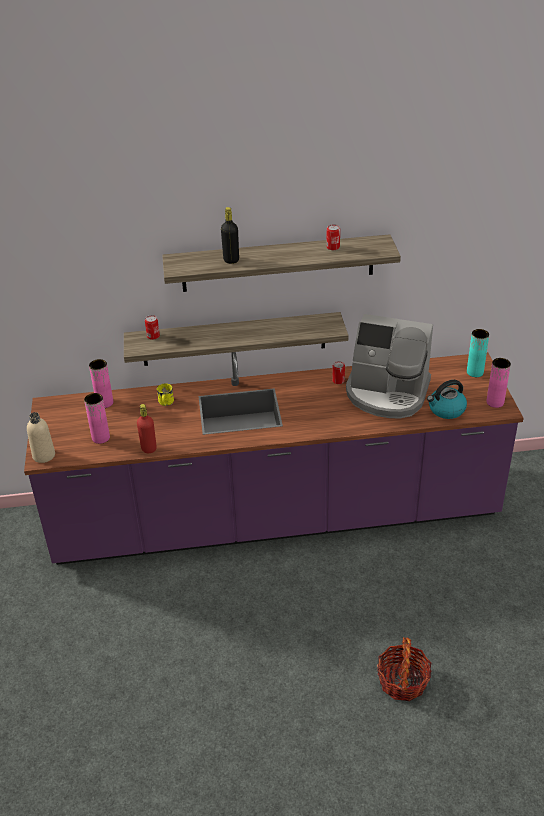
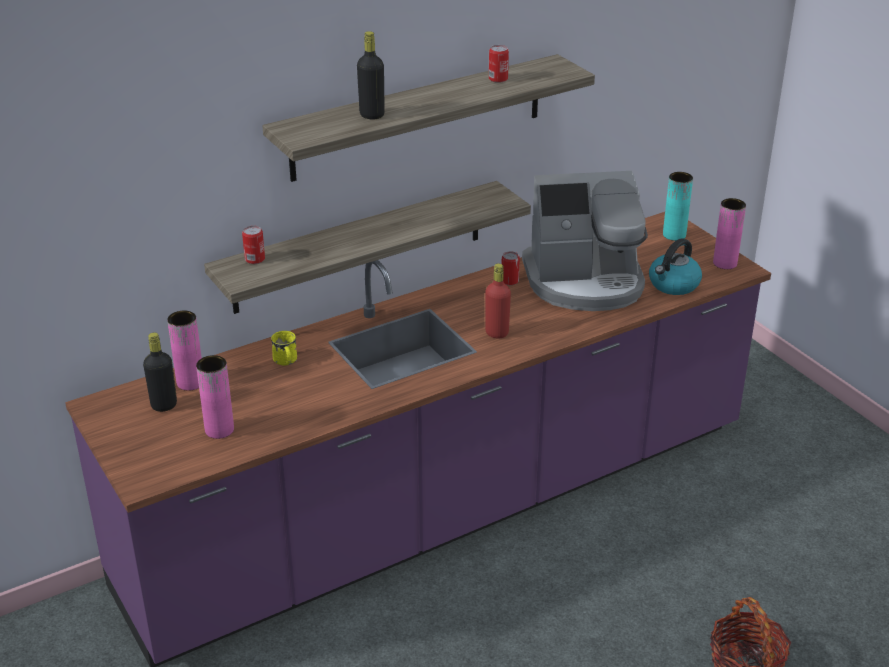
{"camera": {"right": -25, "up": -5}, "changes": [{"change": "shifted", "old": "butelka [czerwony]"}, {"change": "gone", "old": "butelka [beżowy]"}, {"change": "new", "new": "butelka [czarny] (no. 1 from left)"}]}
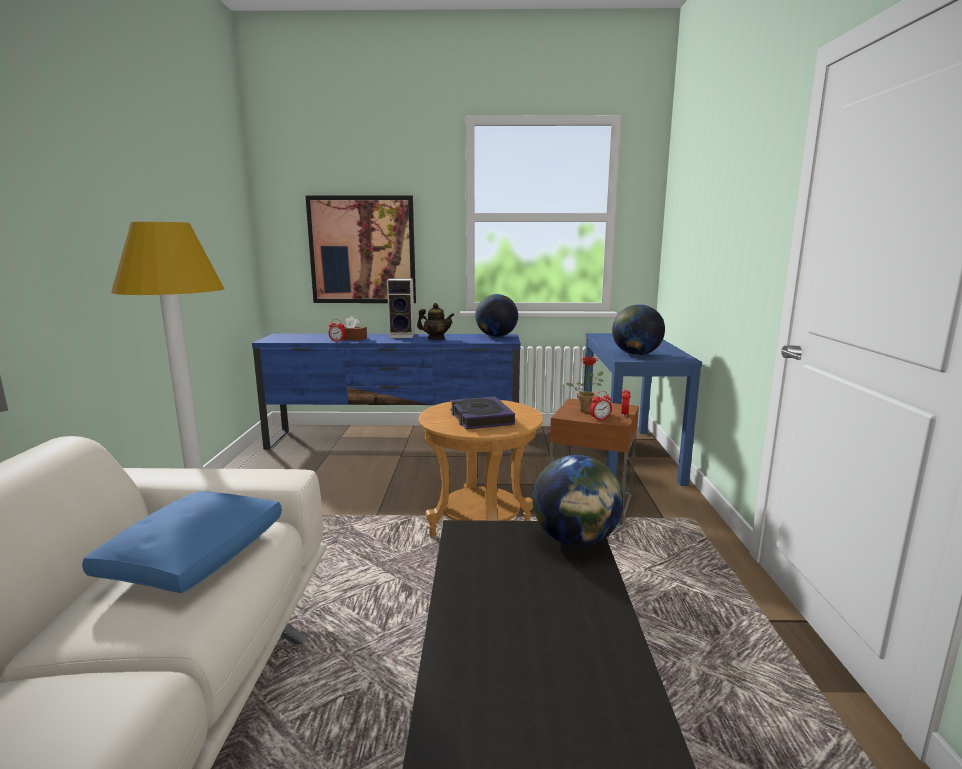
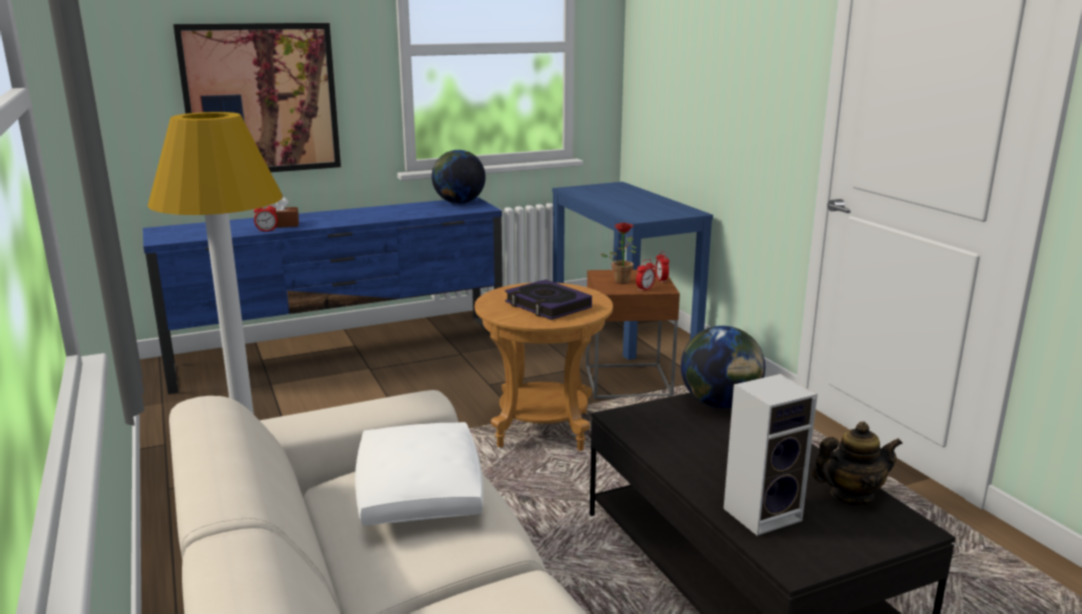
{"camera": {"right": -25, "up": 5}, "changes": [{"change": "shifted", "old": "głośnik"}, {"change": "shifted", "old": "imbryk"}, {"change": "gone", "old": "globus (no. 3 from left)"}, {"change": "repainted", "old": "poduszka [niebieski]", "new": "poduszka [biały]"}]}
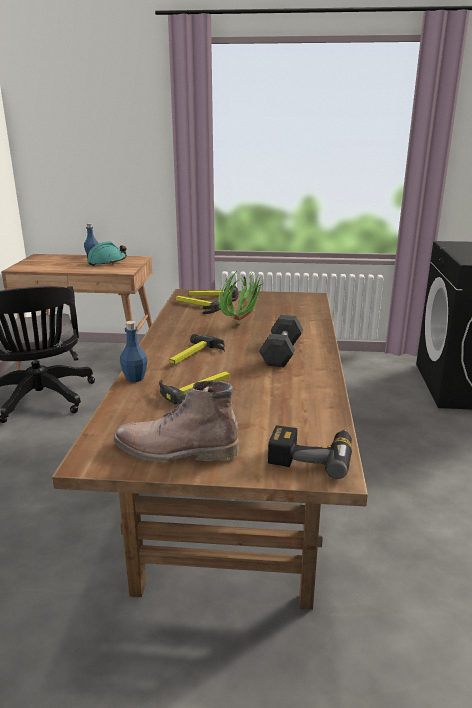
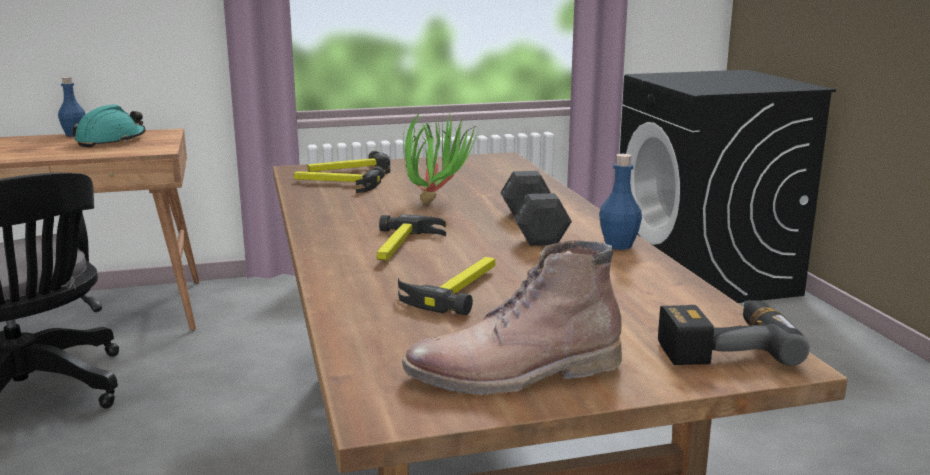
{"camera": {"right": -20, "up": -5}, "changes": [{"change": "shifted", "old": "butelka [niebieski] (no. 2 from left)"}]}
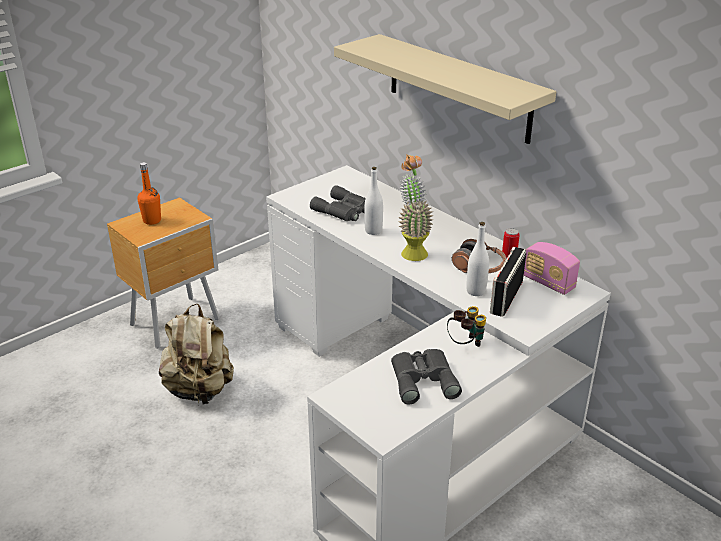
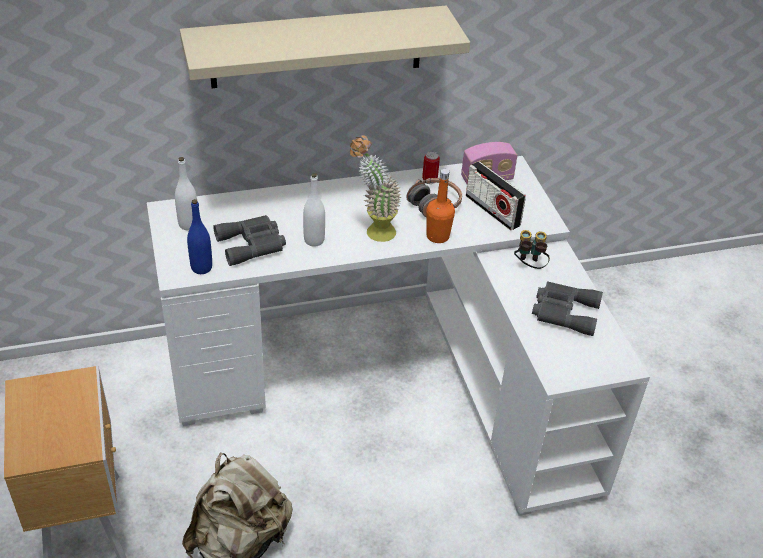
{"camera": {"right": -65, "up": 10}, "changes": [{"change": "shifted", "old": "butelka [pomarańczowy]"}, {"change": "shifted", "old": "butelka [biały] (no. 2 from left in the first image)", "new": "butelka [biały] (no. 1 from left)"}, {"change": "new", "new": "butelka [niebieski]"}]}
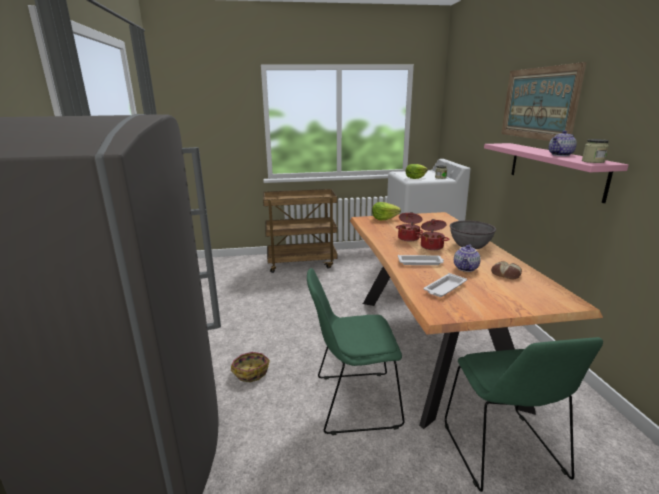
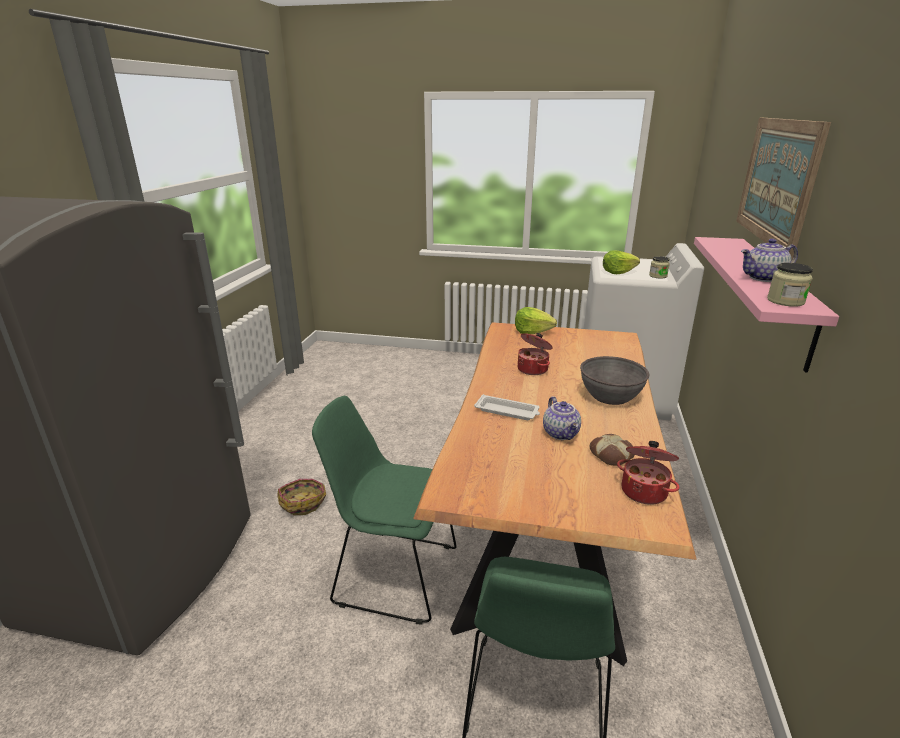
{"camera": {"right": 20, "up": 5}, "changes": [{"change": "gone", "old": "wózek [brązowy]"}, {"change": "shifted", "old": "garnek (no. 2 from left)"}, {"change": "rotated", "old": "imbryk (no. 1 from left)", "degrees": -60}, {"change": "gone", "old": "taca [biały] (no. 2 from left)"}]}
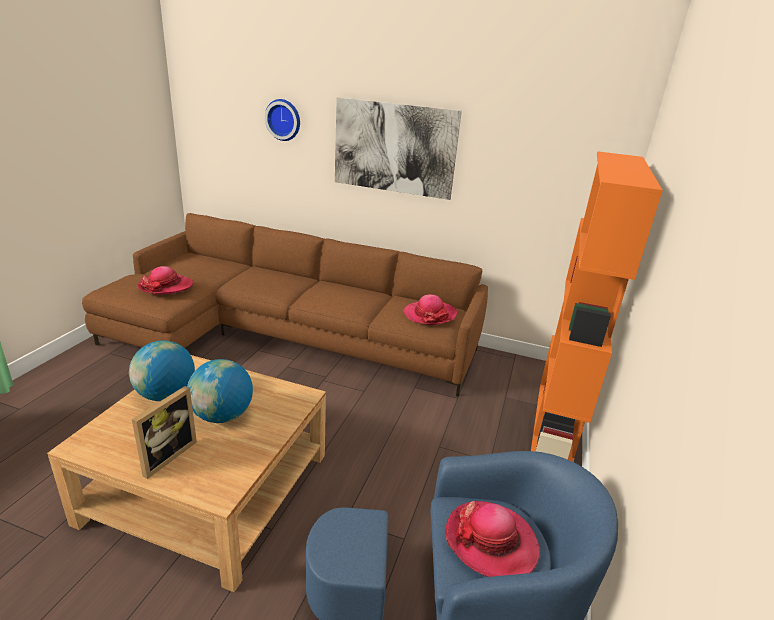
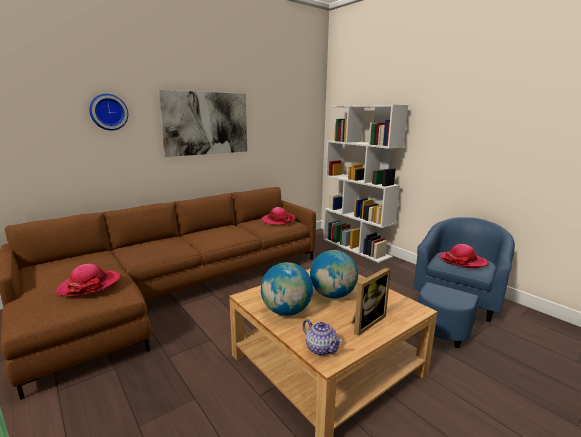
{"camera": {"right": -55, "up": -10}, "changes": [{"change": "repainted", "old": "regał [pomarańczowy]", "new": "regał [biały]"}, {"change": "rotated", "old": "ramka na zdjęcie", "degrees": 75}, {"change": "new", "new": "imbryk"}]}
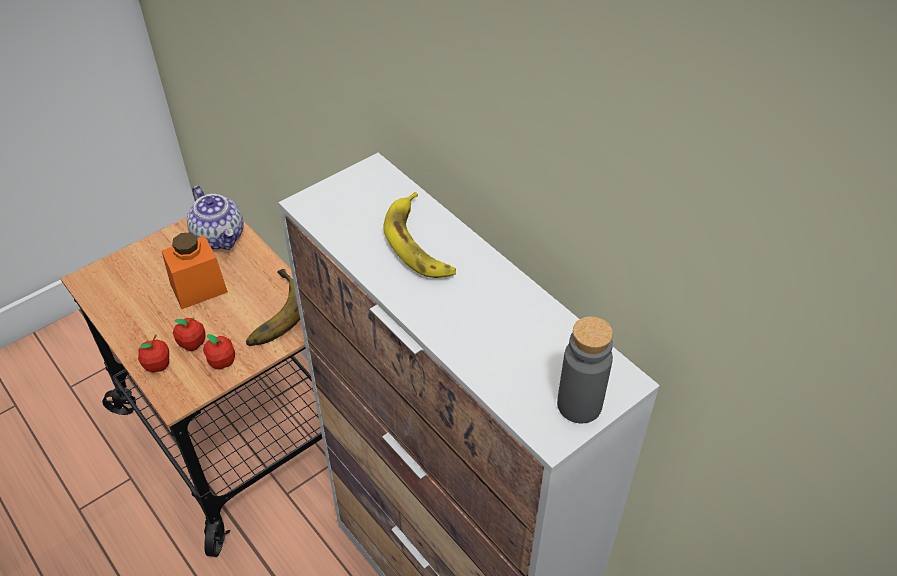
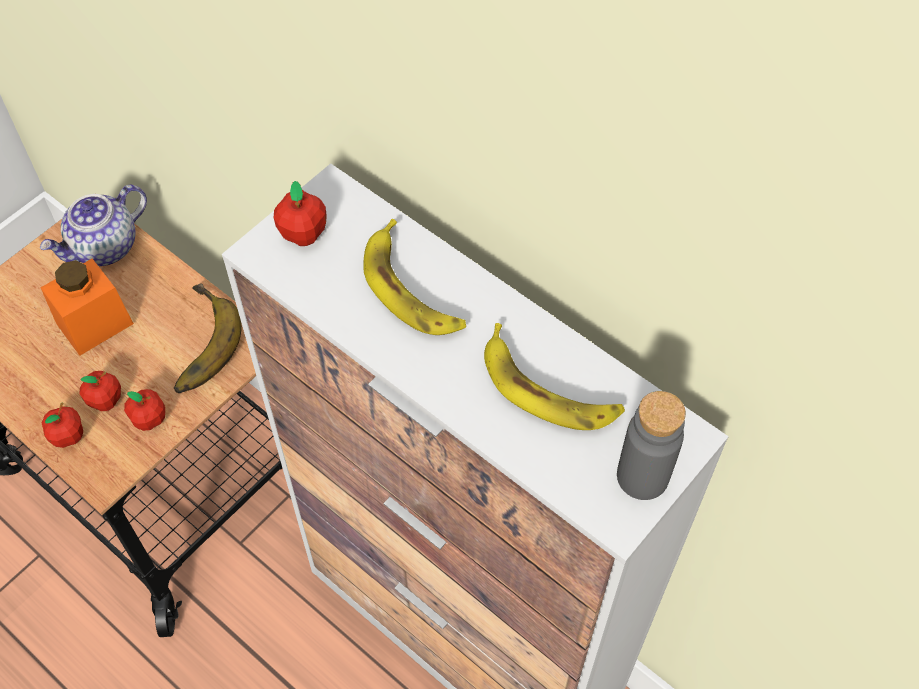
{"camera": {"right": -10, "up": 10}, "changes": [{"change": "rotated", "old": "imbryk", "degrees": 90}, {"change": "new", "new": "jabłko (no. 4 from left)"}, {"change": "new", "new": "banan (no. 3 from left)"}]}
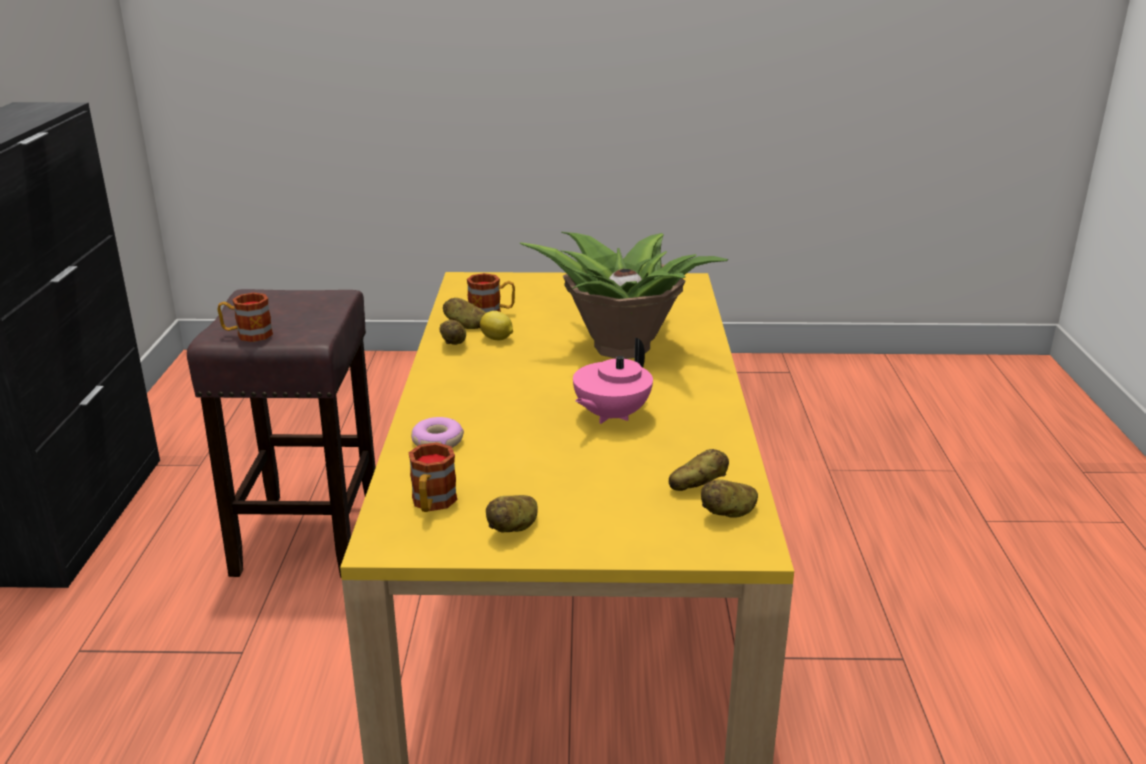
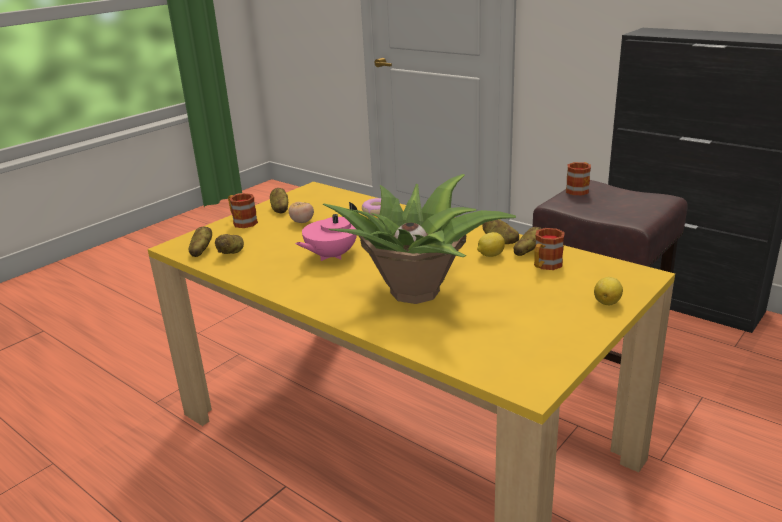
{"camera": {"right": 130, "up": 0}, "changes": [{"change": "rotated", "old": "imbryk [różowy]", "degrees": -120}, {"change": "shifted", "old": "kubek (no. 2 from left in the first image)", "new": "kubek (no. 1 from left)"}, {"change": "new", "new": "pomidor"}, {"change": "new", "new": "cytryna (no. 2 from left)"}]}
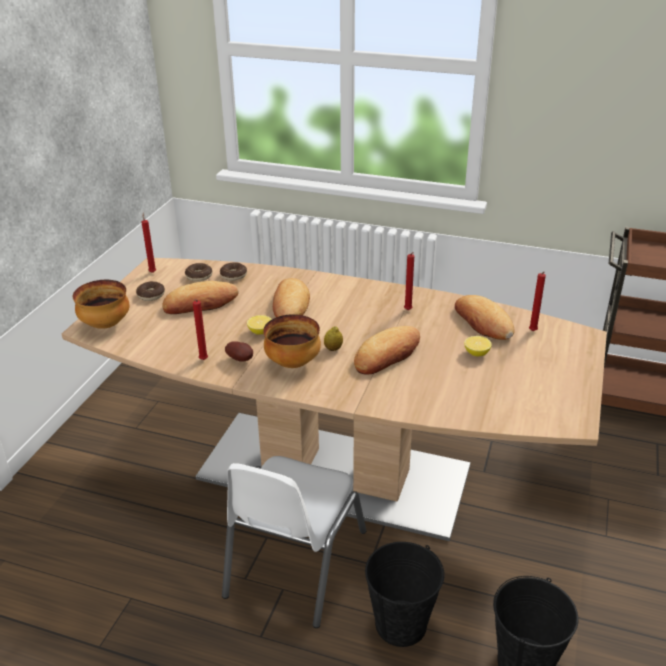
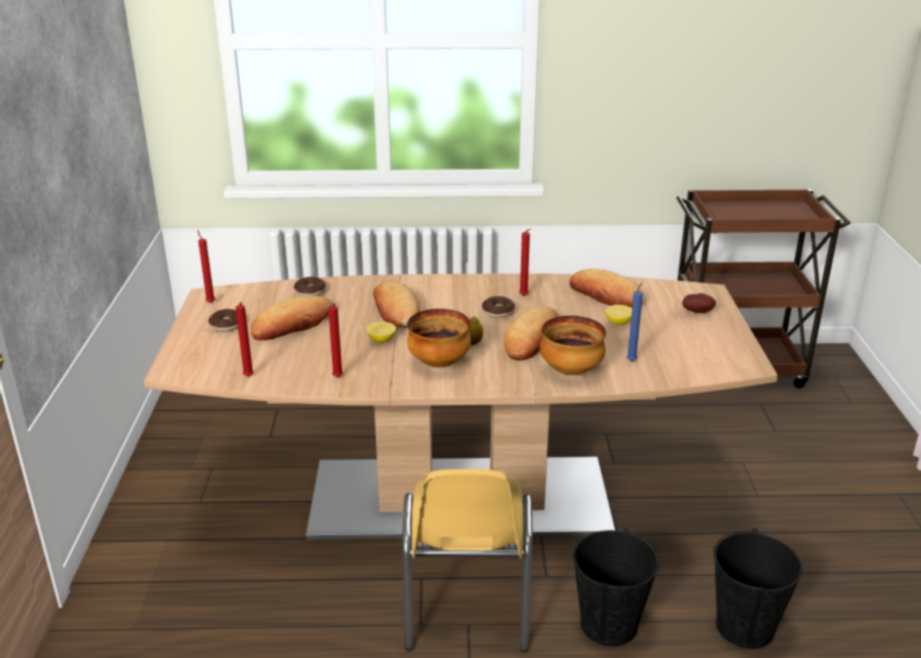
{"camera": {"right": -20, "up": -5}, "changes": [{"change": "shifted", "old": "donut (no. 2 from left in the first image)", "new": "donut (no. 3 from left)"}, {"change": "shifted", "old": "świeca [czerwony] (no. 4 from left in the first image)", "new": "świeca [czerwony] (no. 2 from left)"}, {"change": "shifted", "old": "miska (no. 1 from left in the first image)", "new": "miska (no. 2 from left)"}, {"change": "shifted", "old": "ziemniak"}, {"change": "repainted", "old": "krzesło [biały]", "new": "krzesło [żółty]"}, {"change": "new", "new": "świeca [niebieski]"}]}
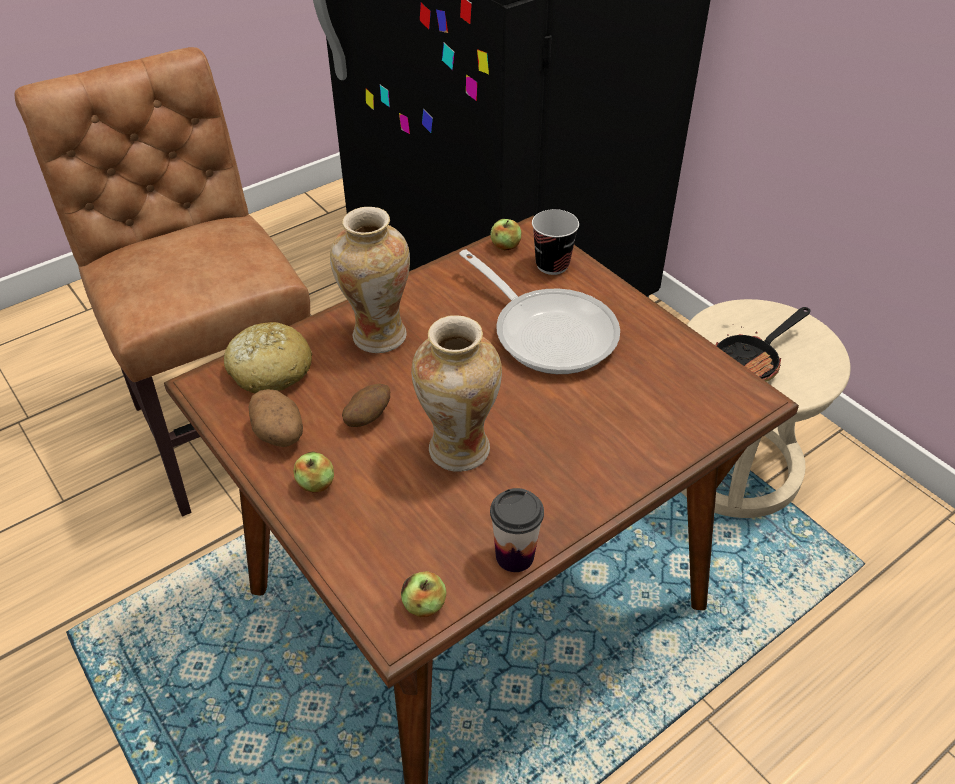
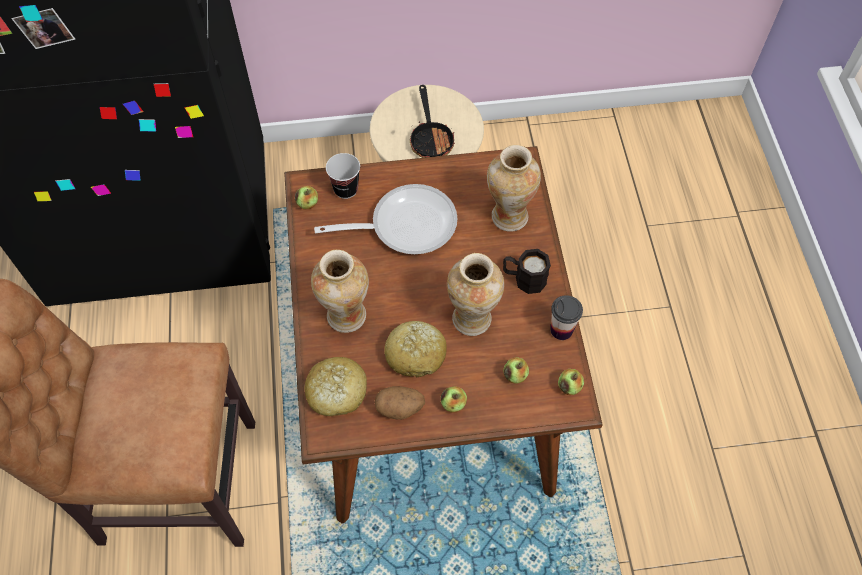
{"camera": {"right": -60, "up": 15}, "changes": [{"change": "swapped", "old": "ziemniak (no. 2 from left)", "new": "chleb (no. 2 from left)"}, {"change": "new", "new": "wazon (no. 3 from left)"}, {"change": "new", "new": "kubek [czarny]"}, {"change": "new", "new": "jabłko (no. 3 from left)"}]}
